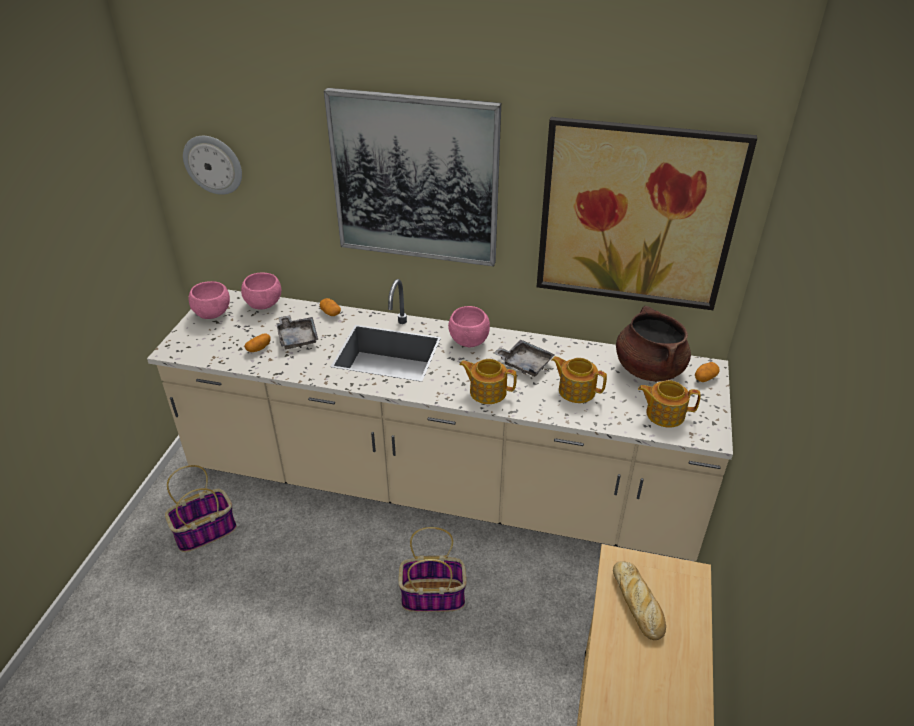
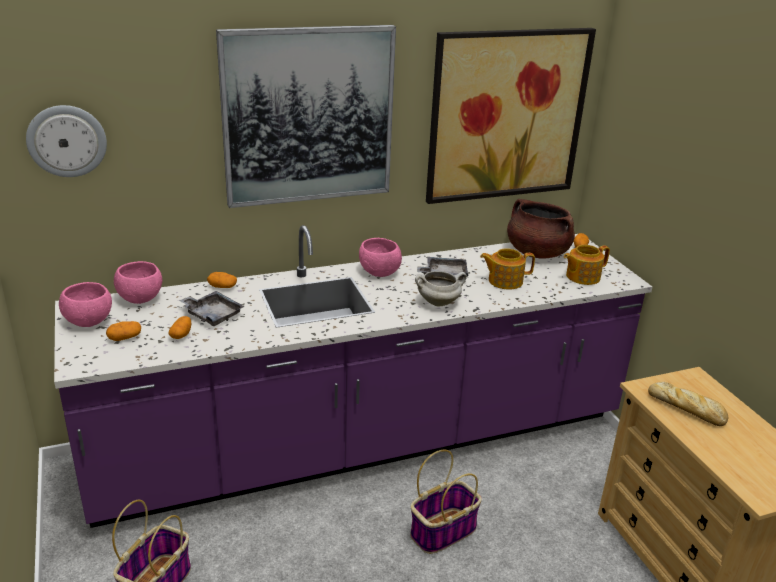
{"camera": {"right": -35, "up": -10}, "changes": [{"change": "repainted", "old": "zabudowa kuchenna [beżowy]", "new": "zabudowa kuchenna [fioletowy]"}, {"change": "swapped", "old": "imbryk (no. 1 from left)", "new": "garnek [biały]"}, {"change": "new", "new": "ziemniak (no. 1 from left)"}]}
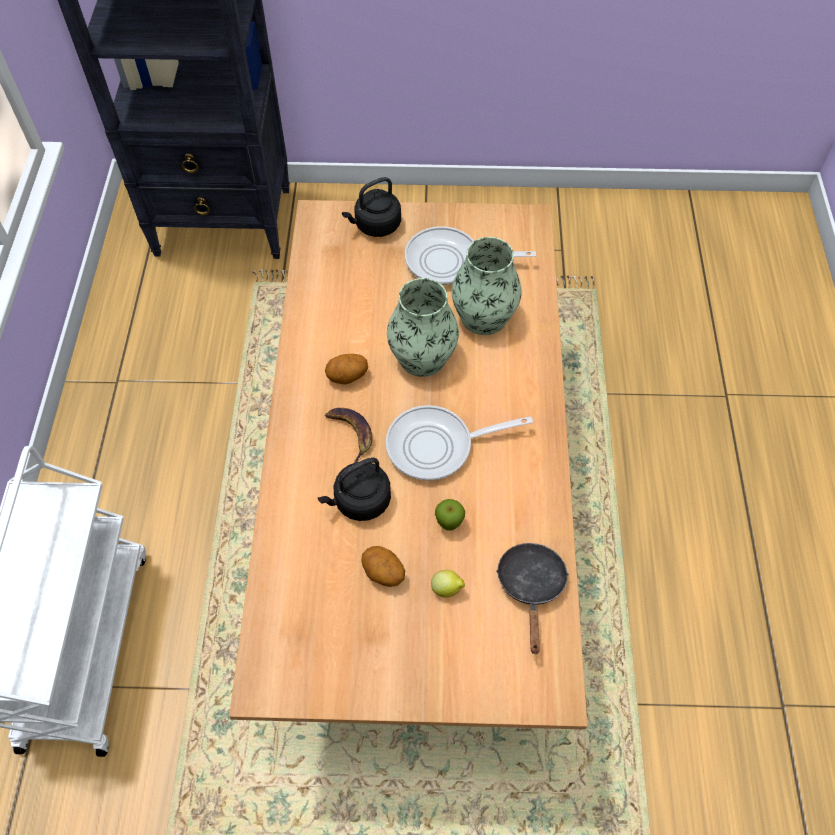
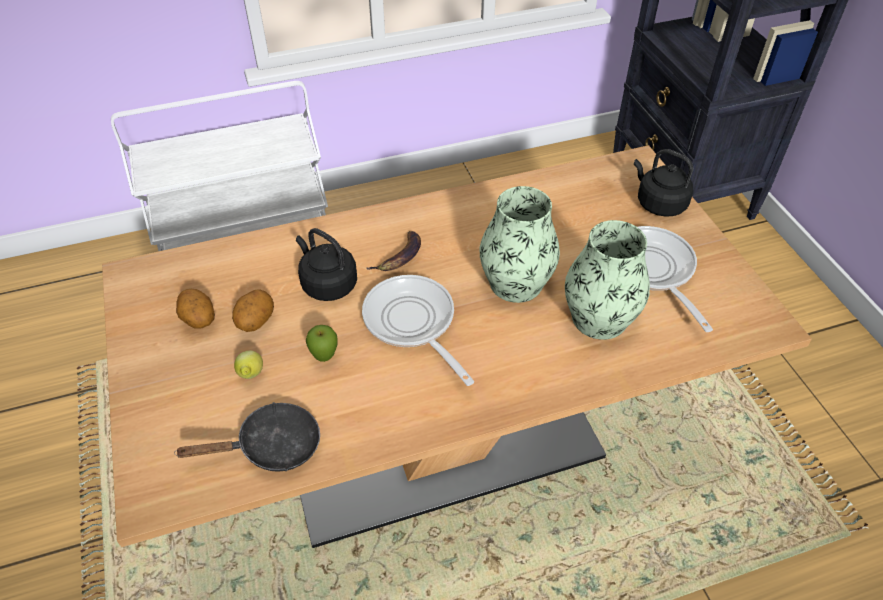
{"camera": {"right": 70, "up": -10}, "changes": [{"change": "shifted", "old": "ziemniak (no. 1 from left)"}]}
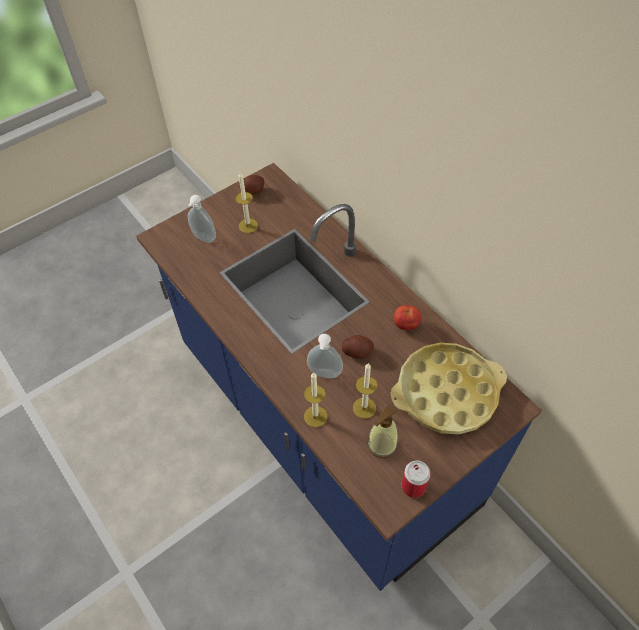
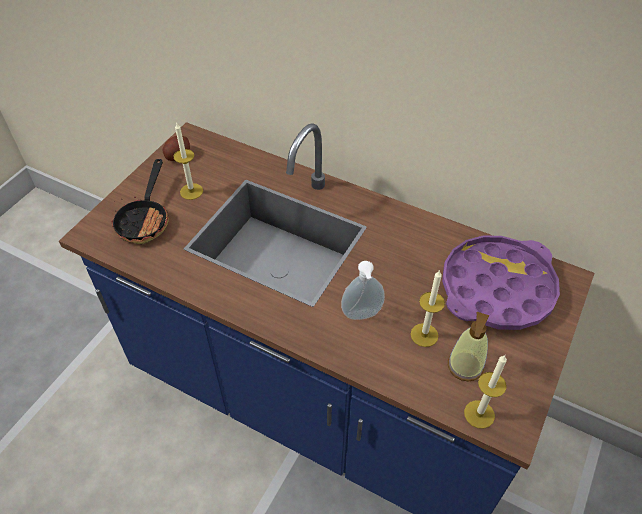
{"camera": {"right": -25, "up": -5}, "changes": [{"change": "swapped", "old": "dozownik mydła (no. 1 from left)", "new": "patelnia"}, {"change": "gone", "old": "pomidor"}, {"change": "gone", "old": "ziemniak (no. 2 from left)"}, {"change": "repainted", "old": "taca [żółty]", "new": "taca [fioletowy]"}, {"change": "shifted", "old": "świeca (no. 2 from left in the first image)", "new": "świeca (no. 3 from left)"}, {"change": "gone", "old": "puszka"}]}
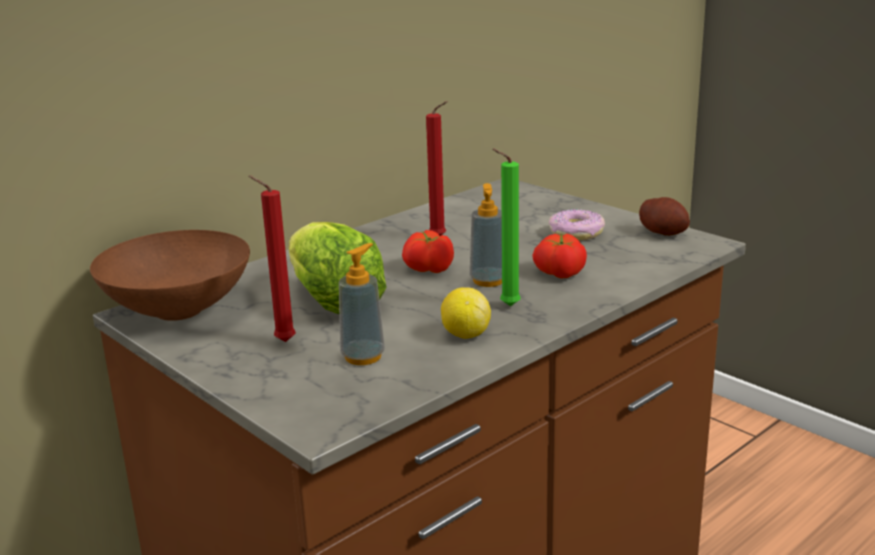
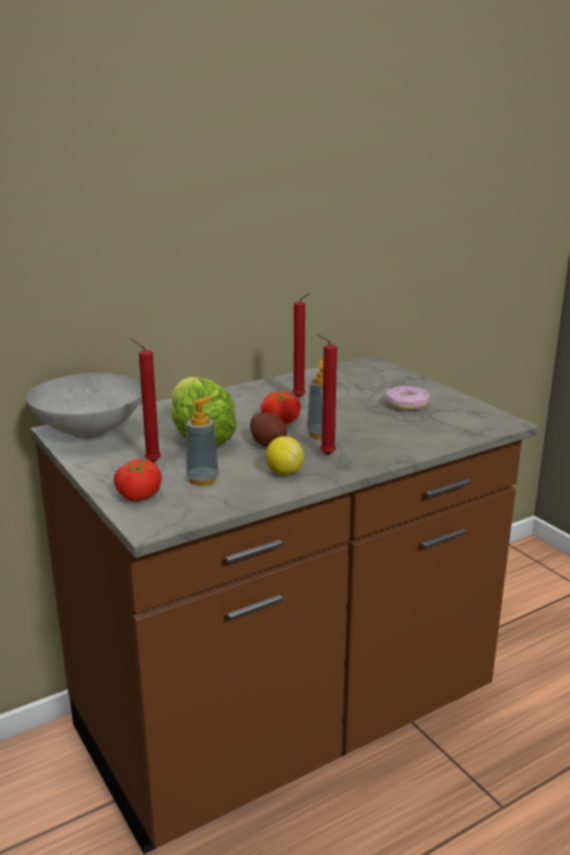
{"camera": {"right": 10, "up": 0}, "changes": [{"change": "repainted", "old": "świeca [zielony]", "new": "świeca [czerwony] (no. 3 from left)"}, {"change": "shifted", "old": "ziemniak"}, {"change": "repainted", "old": "miska [brązowy]", "new": "miska [szary]"}, {"change": "shifted", "old": "pomidor (no. 2 from left in the first image)", "new": "pomidor (no. 1 from left)"}]}
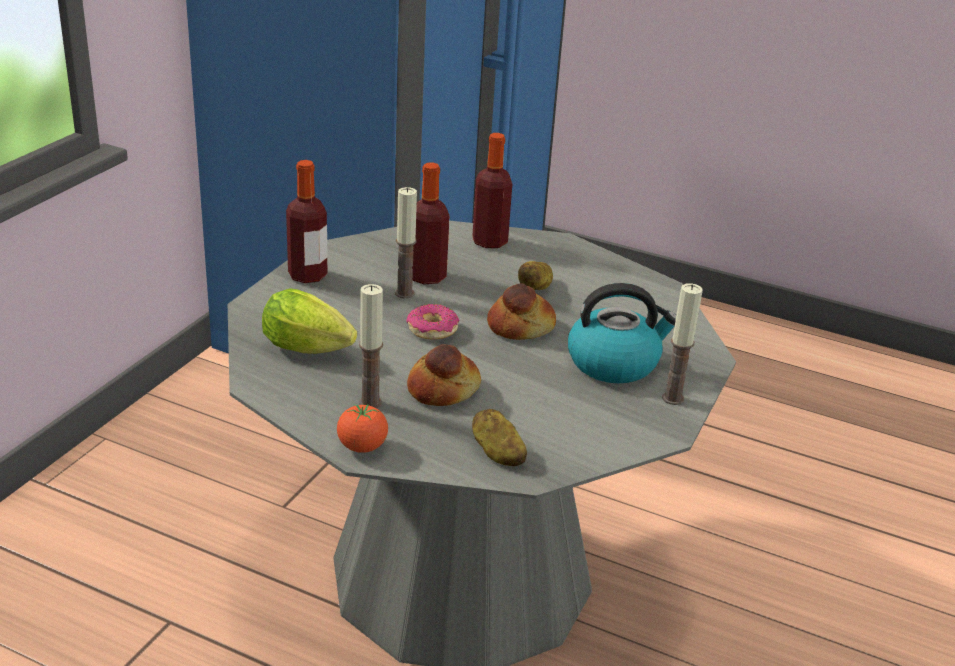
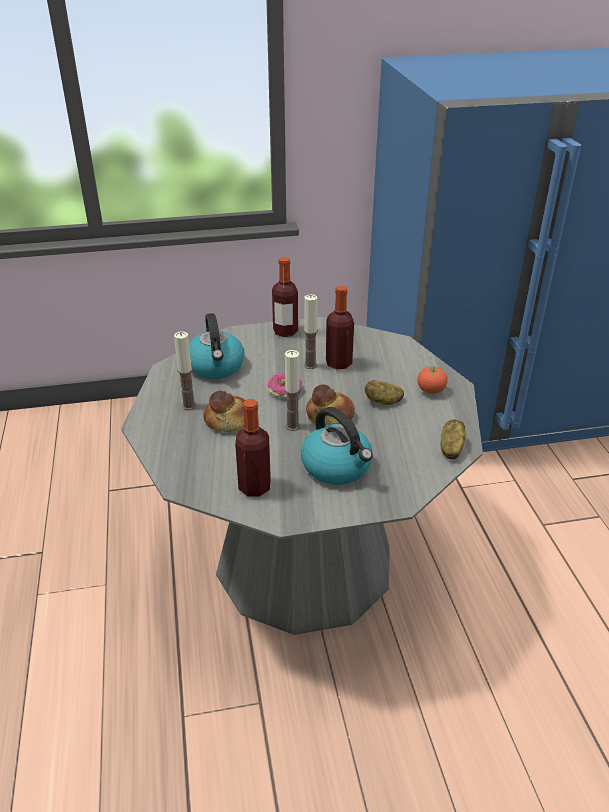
{"camera": {"right": 55, "up": 5}, "changes": [{"change": "shifted", "old": "butelka (no. 3 from left in the first image)", "new": "butelka (no. 1 from left)"}, {"change": "shifted", "old": "świeca (no. 3 from left in the first image)", "new": "świeca (no. 2 from left)"}, {"change": "swapped", "old": "sałata", "new": "czajnik (no. 1 from left)"}, {"change": "shifted", "old": "pomidor"}, {"change": "shifted", "old": "ziemniak (no. 1 from left in the first image)", "new": "ziemniak (no. 2 from left)"}]}
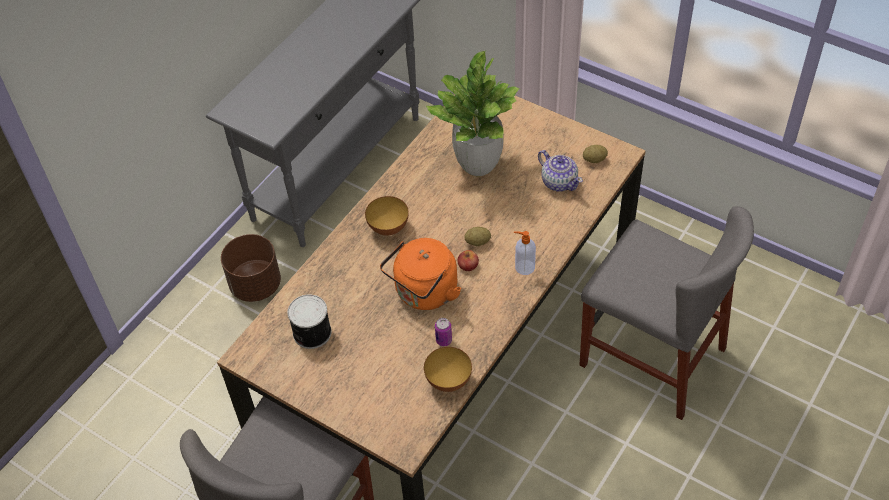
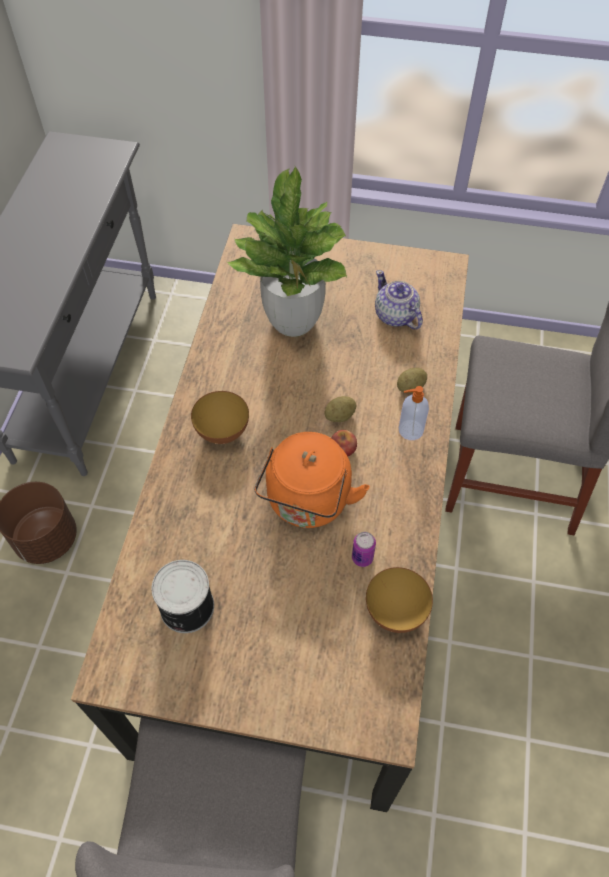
{"camera": {"right": -25, "up": 5}, "changes": [{"change": "shifted", "old": "ziemniak (no. 2 from left)"}, {"change": "rotated", "old": "imbryk", "degrees": -150}]}
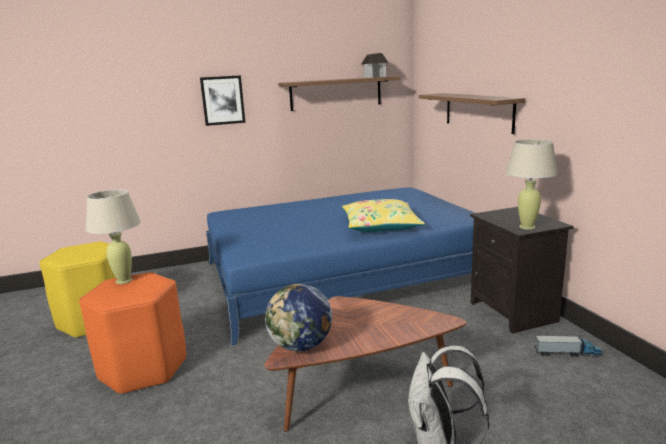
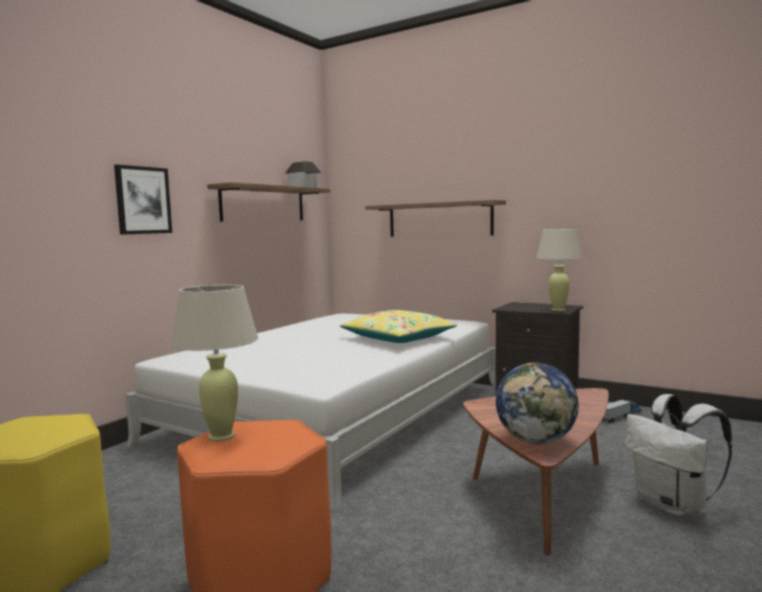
{"camera": {"right": -40, "up": -10}, "changes": [{"change": "repainted", "old": "łóżko [niebieski]", "new": "łóżko [biały]"}]}
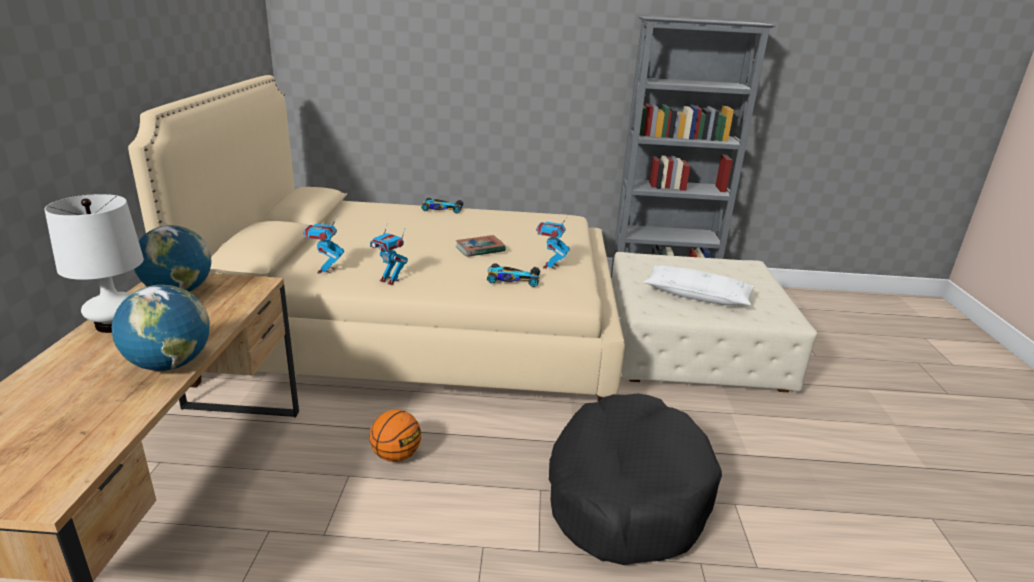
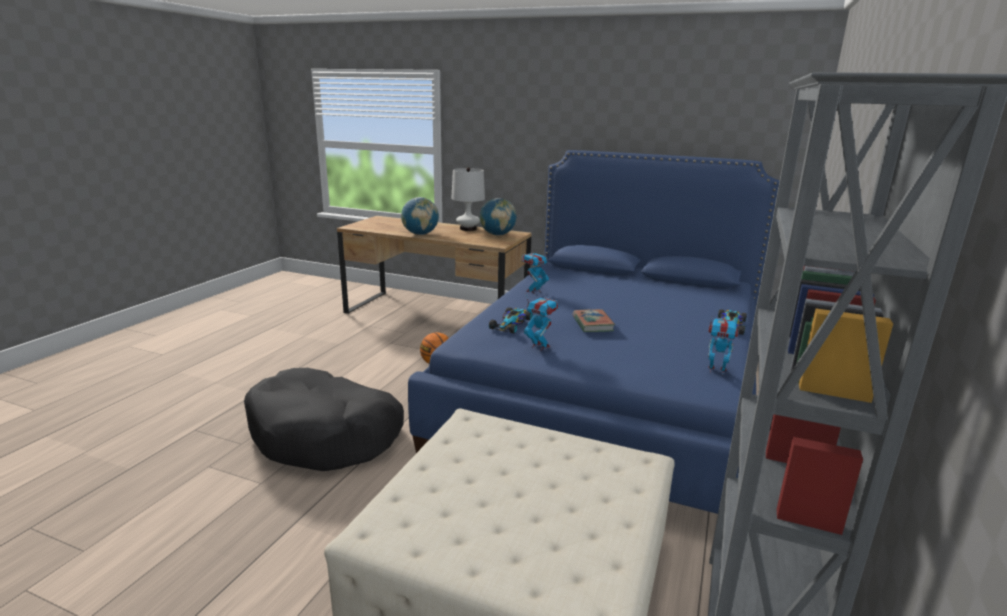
{"camera": {"right": 110, "up": -5}, "changes": [{"change": "repainted", "old": "łóżko [beżowy]", "new": "łóżko [niebieski]"}, {"change": "shifted", "old": "robot zabawkowy (no. 1 from left in the first image)", "new": "robot zabawkowy (no. 3 from left)"}, {"change": "gone", "old": "poduszka [biały]"}]}
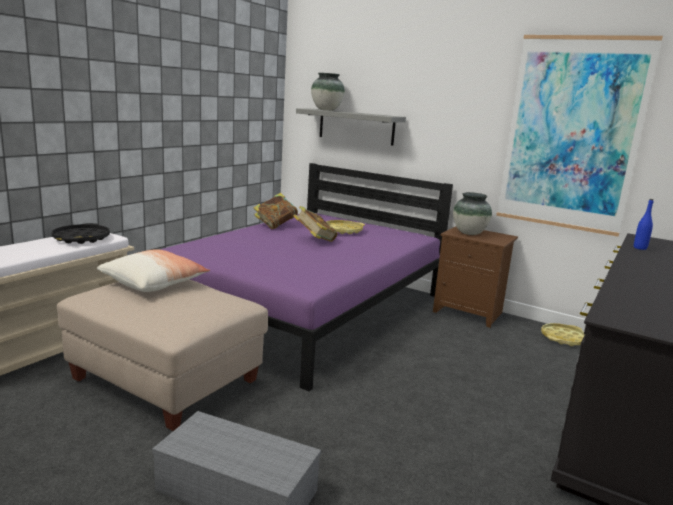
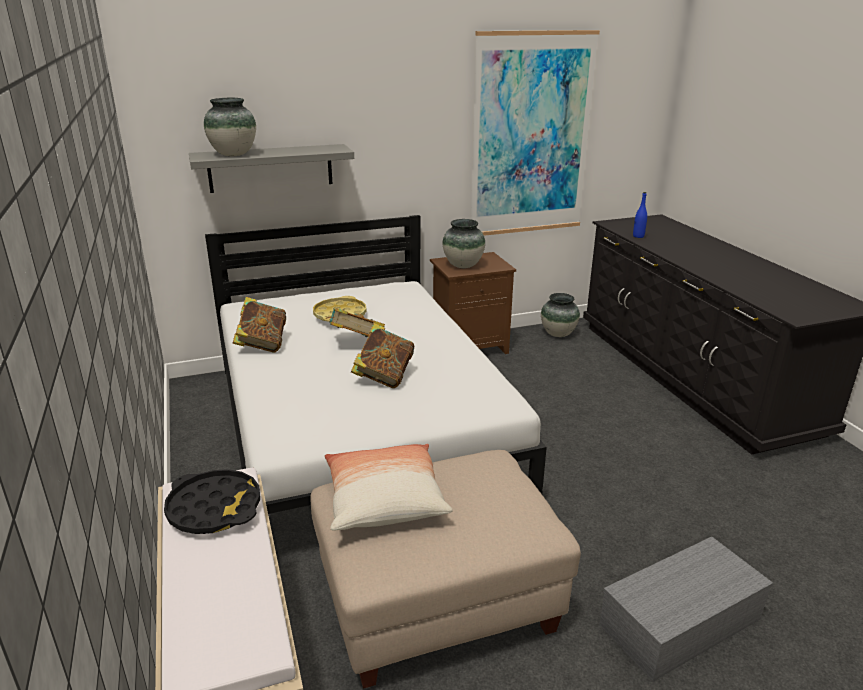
{"camera": {"right": -50, "up": 10}, "changes": [{"change": "repainted", "old": "łóżko [fioletowy]", "new": "łóżko [biały]"}, {"change": "swapped", "old": "taca [żółty] (no. 2 from left)", "new": "wazon (no. 3 from left)"}, {"change": "new", "new": "książka (no. 3 from left)"}]}
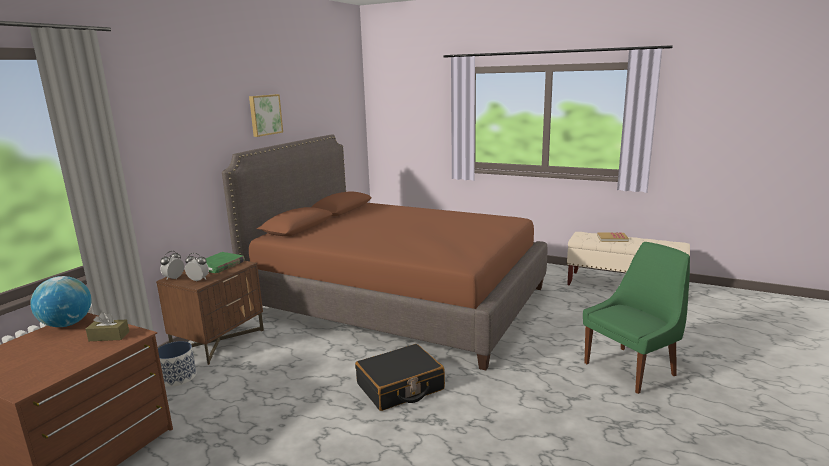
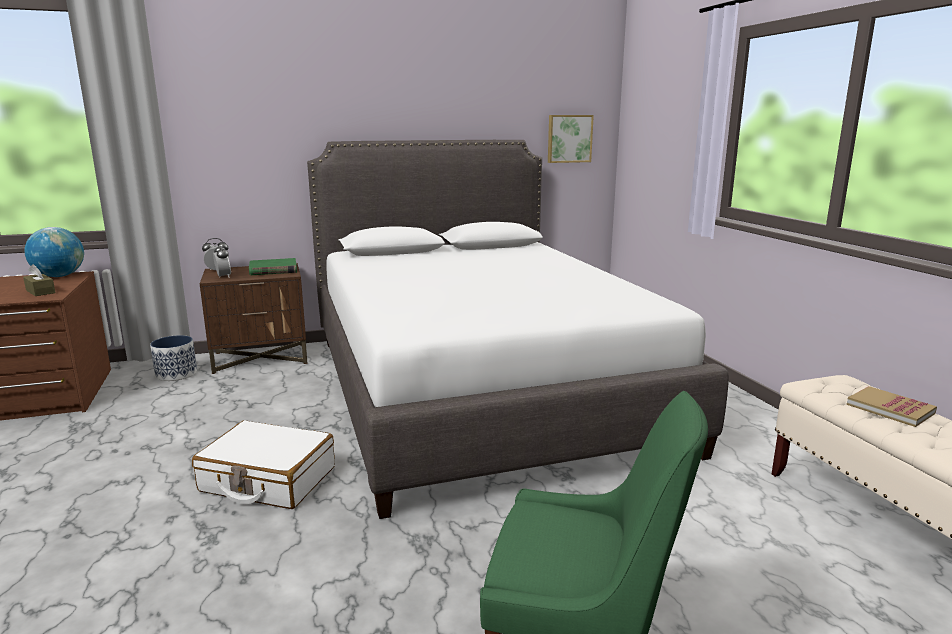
{"camera": {"right": 45, "up": 0}, "changes": [{"change": "shifted", "old": "obraz"}, {"change": "repainted", "old": "łóżko [brązowy]", "new": "łóżko [biały]"}, {"change": "repainted", "old": "walizka [czarny]", "new": "walizka [biały]"}]}
